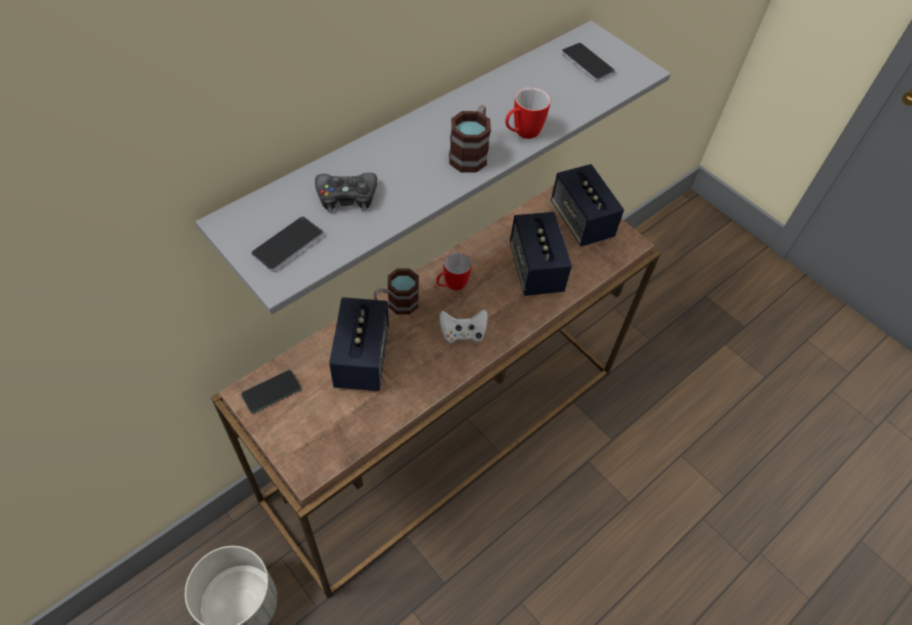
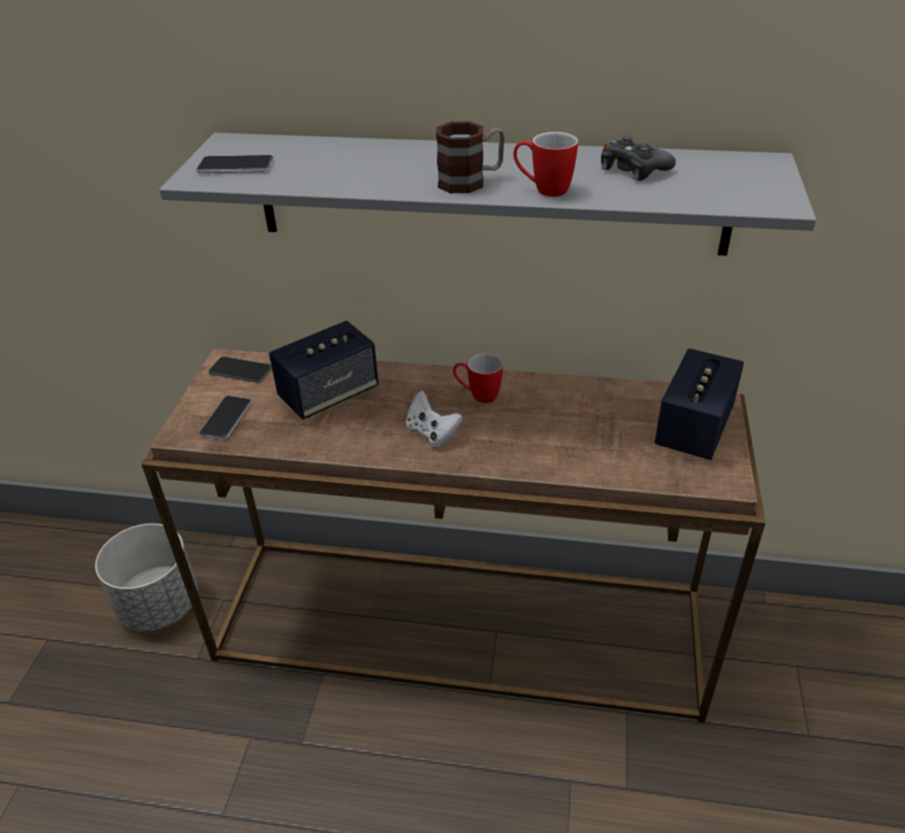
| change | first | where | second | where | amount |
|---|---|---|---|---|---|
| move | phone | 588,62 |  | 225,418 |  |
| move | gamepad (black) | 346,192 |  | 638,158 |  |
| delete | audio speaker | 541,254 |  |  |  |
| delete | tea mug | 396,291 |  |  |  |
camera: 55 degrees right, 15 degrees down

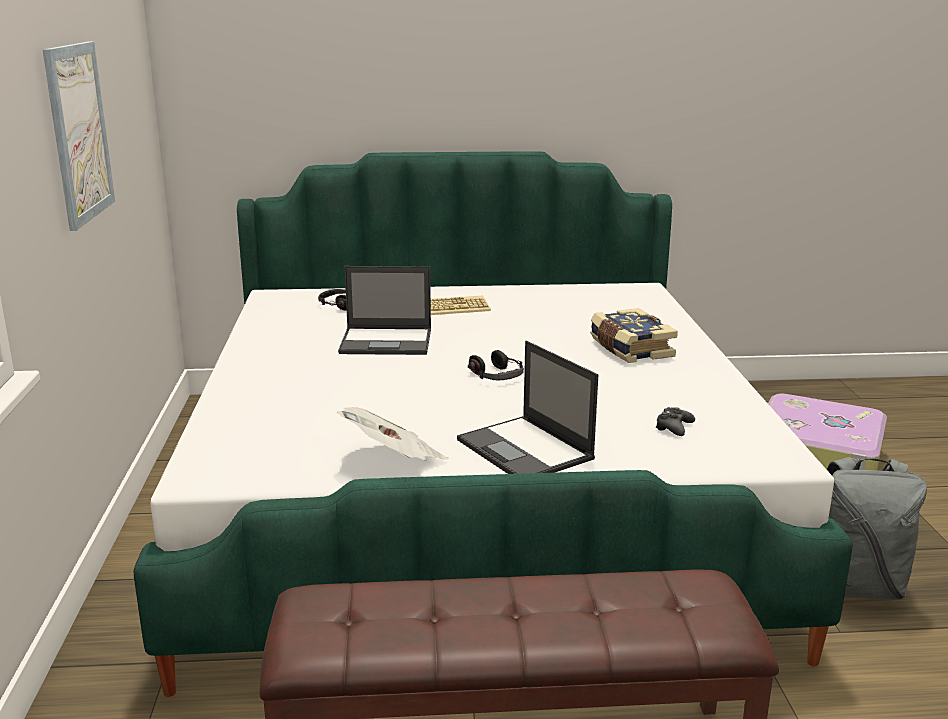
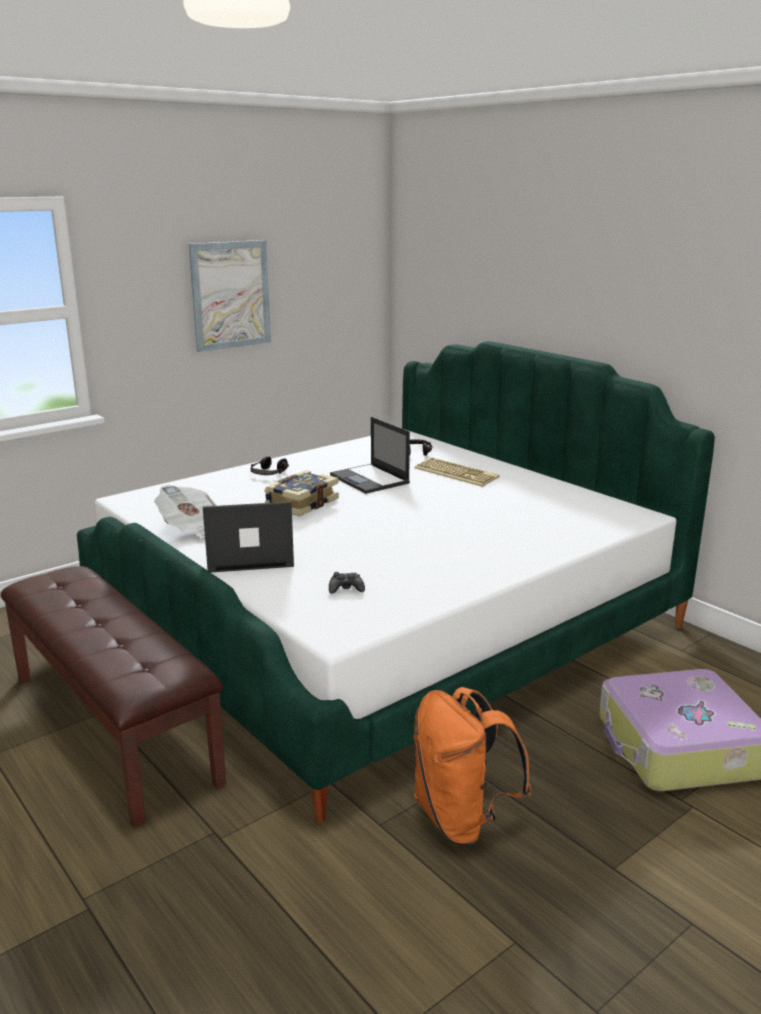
| change | first | where | second | where | amount |
|---|---|---|---|---|---|
| move | book | 634,335 |  | 301,493 |  |
| rotate | portable computer | 527,407 |  | 248,537 | 60 degrees clockwise |
| move | headphones | 496,365 |  | 270,465 |  |
| recolor | backpack (greyish) | 877,528 | backpack (orange-coloured) | 472,766 |  |
camera: 55 degrees right, 0 degrees up

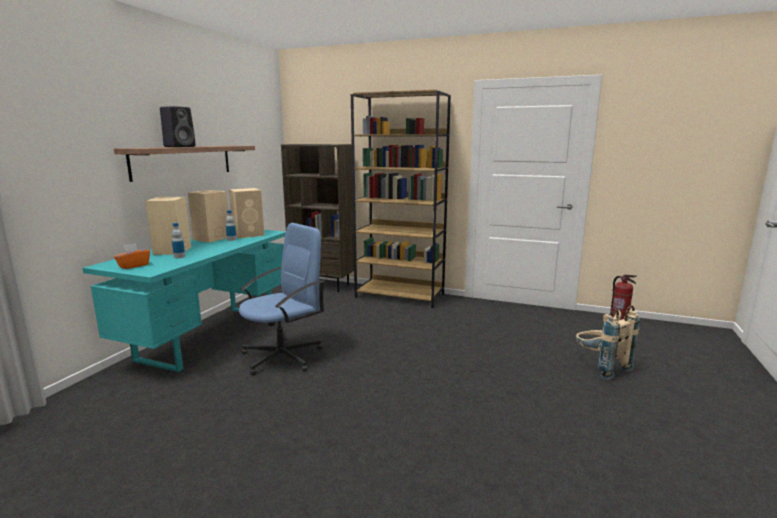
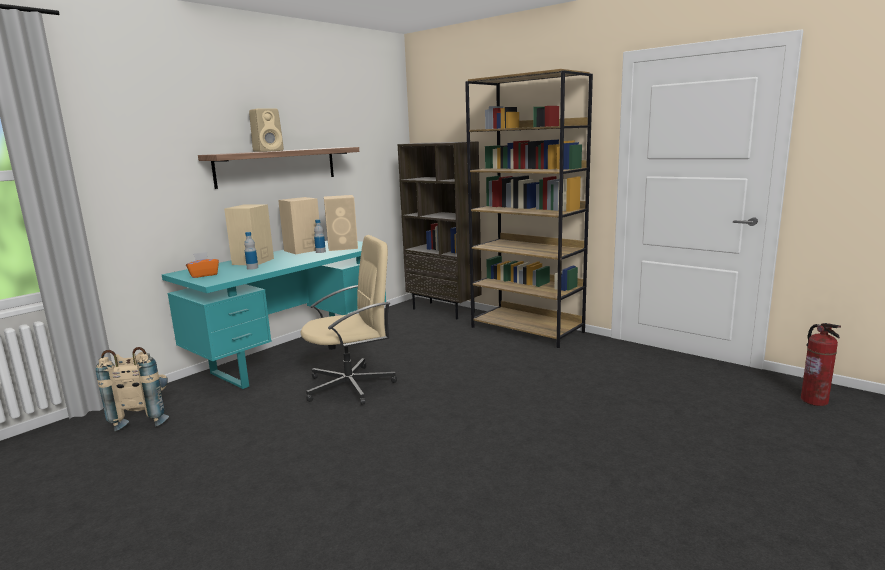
| change | first | where | second | where | amount |
|---|---|---|---|---|---|
| recolor | audio speaker (black) | 178,126 | audio speaker (sand-coloured) | 266,130 |  |
| recolor | desk chair (bluish) | 282,299 | desk chair (sand-coloured) | 348,320 |  |
| move | backpack (sand-coloured) | 607,342 |  | 132,389 |  |
camera: 20 degrees right, 0 degrees up

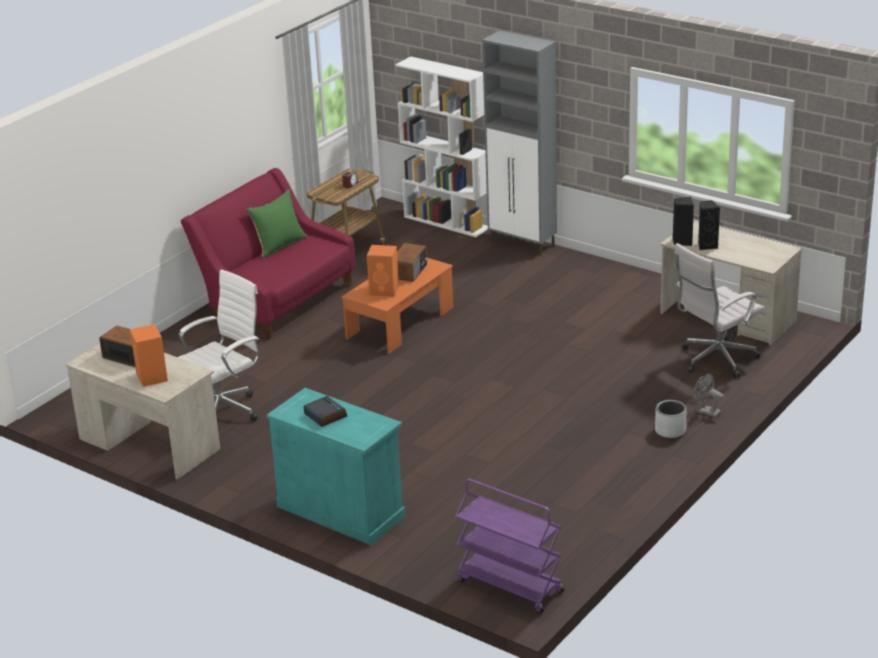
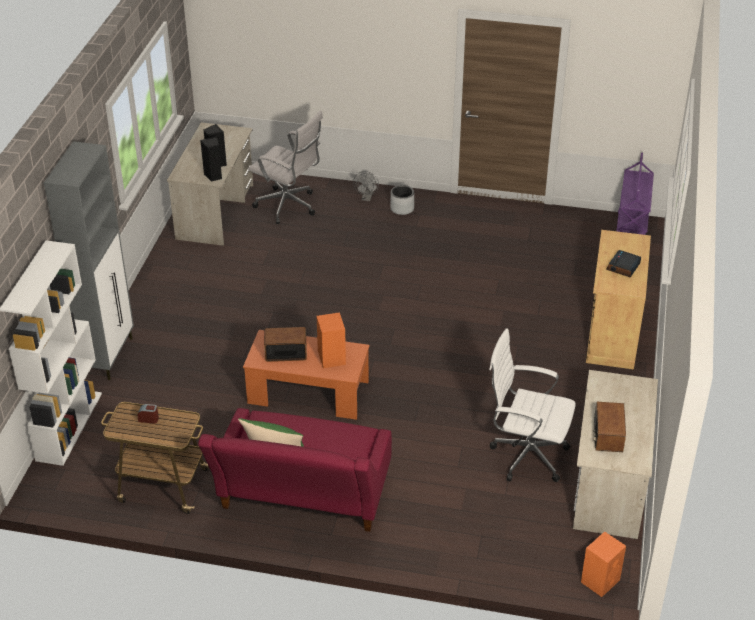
| change | first | where | second | where | amount |
|---|---|---|---|---|---|
| move | audio speaker (orange-coloured) | 149,355 |  | 603,564 |  |
| recolor | cabinet (turquoise) | 336,466 | cabinet (sand-coloured) | 618,299 |  |
camera: 115 degrees left, 10 degrees up

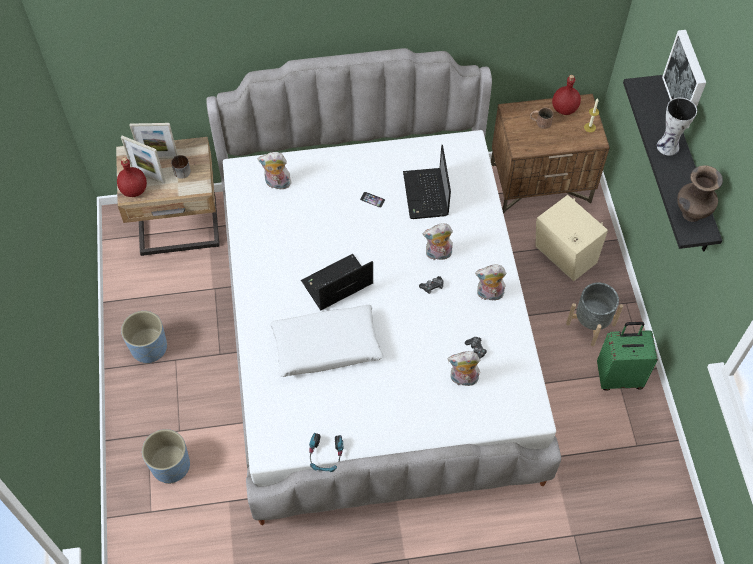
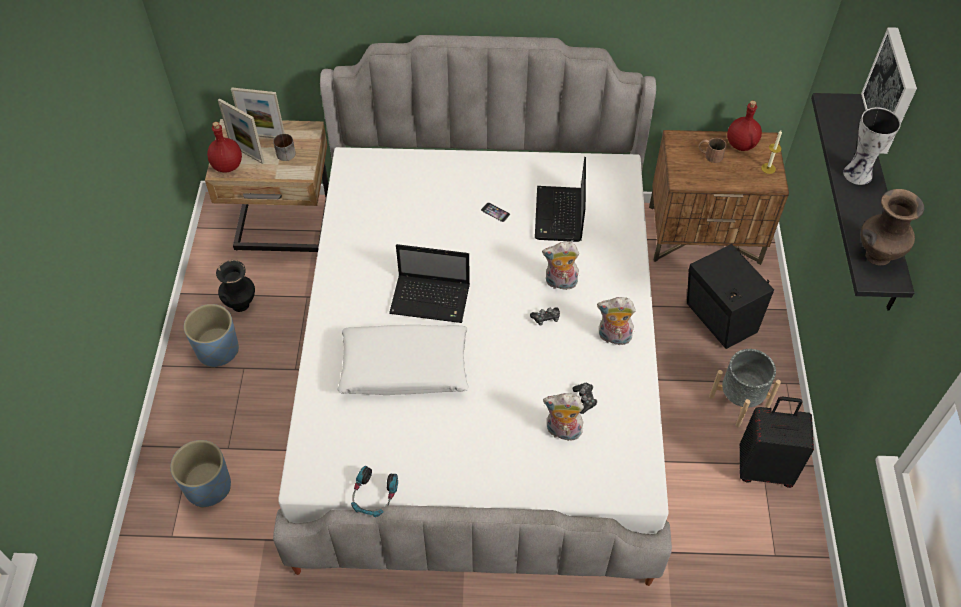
| change | first | where | second | where | amount |
|---|---|---|---|---|---|
| delete | plush toy | 274,170 |  |  |  |
| recolor | audio speaker (sand-coloured) | 571,238 | audio speaker (black) | 730,296 |  |
| rotate | portable computer | 337,282 |  | 429,283 | 150 degrees counterclockwise |
| recolor | piece of luggage (green) | 627,356 | piece of luggage (black) | 777,442 |  |
| insert |  |  | flower vase (black) | 235,286 |  |
camera: 10 degrees right, 5 degrees down

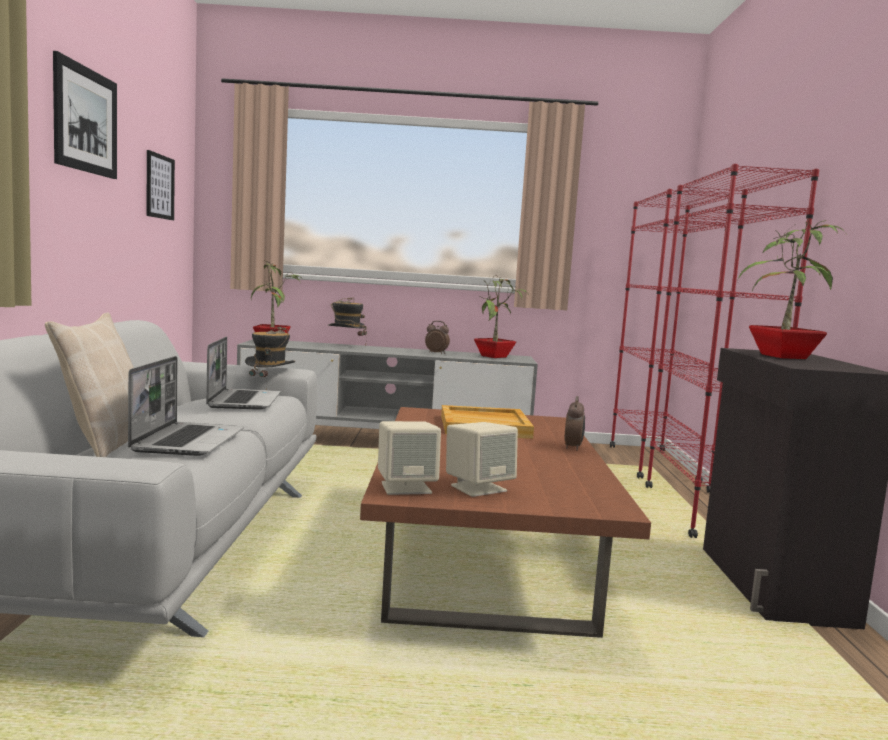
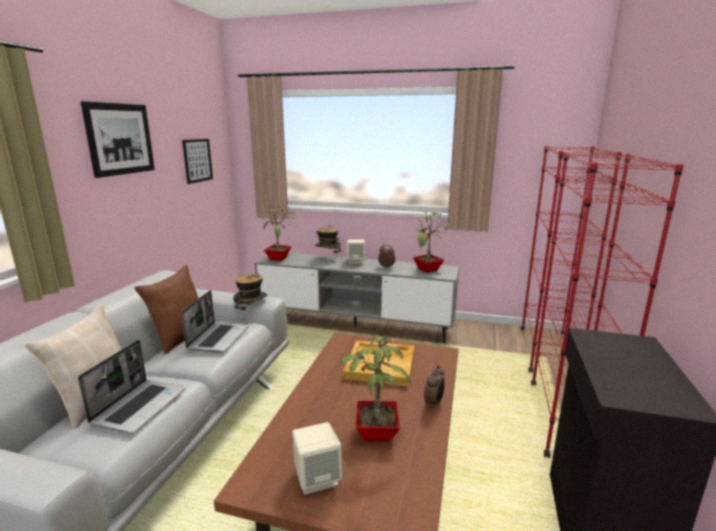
| change | first | where | second | where | amount |
|---|---|---|---|---|---|
| move | potted plant | 792,289 |  | 375,384 |  |
| move | audio speaker (sand-coloured) | 409,458 |  | 356,251 |  |
| insert |  |  | cushion (brown) | 166,309 |  |
camera: 15 degrees right, 10 degrees up

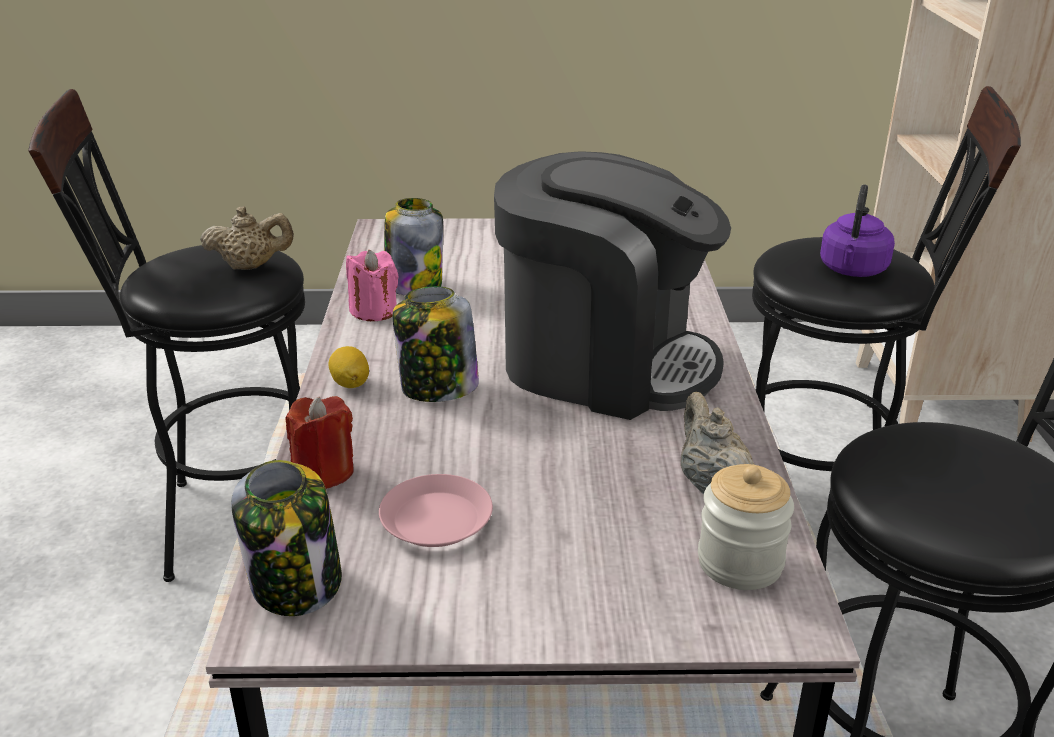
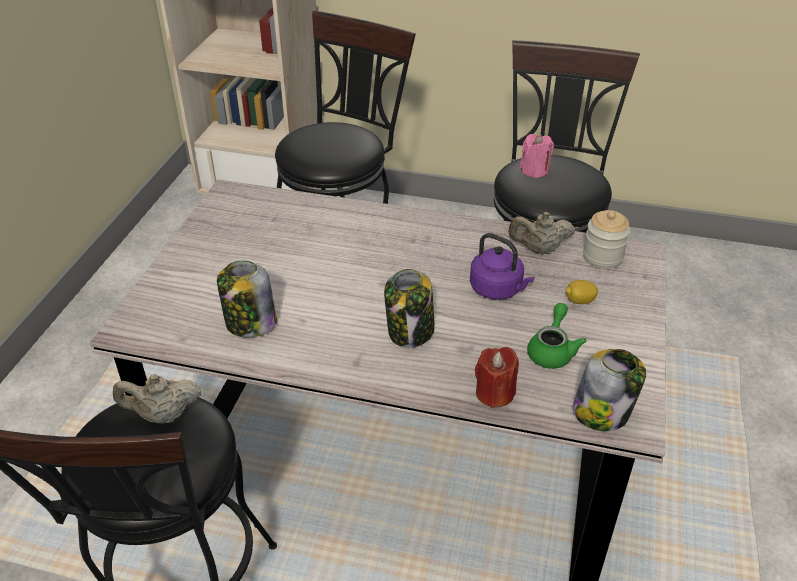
| change | first | where | second | where | amount |
|---|---|---|---|---|---|
| delete | coffee brewer | 612,285 |  |  |  |
| move | tea kettle (purplish) | 857,230 |  | 502,266 |  |
| rotate | tea pot (sand-coloured) | 247,238 |  | 157,399 | 105 degrees counterclockwise |
| move | wax light (pink) | 372,285 |  | 537,156 |  |
| move | whole lemon | 348,367 |  | 582,292 |  |
| replace | flat dish (pink) | 436,510 | tea pot (green) | 556,336 |  |
camera: 75 degrees left, 10 degrees up

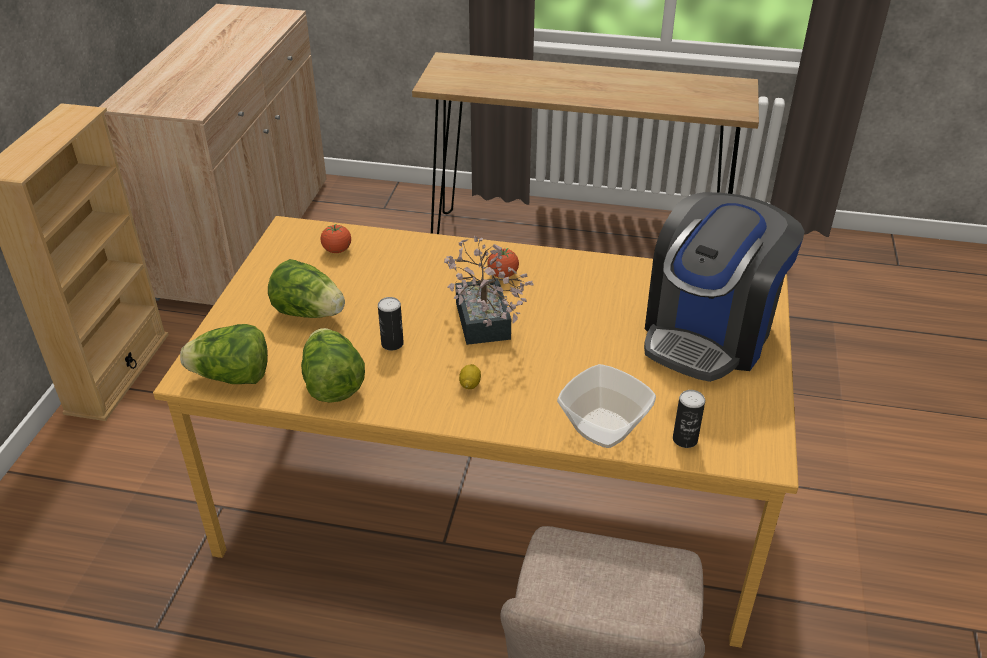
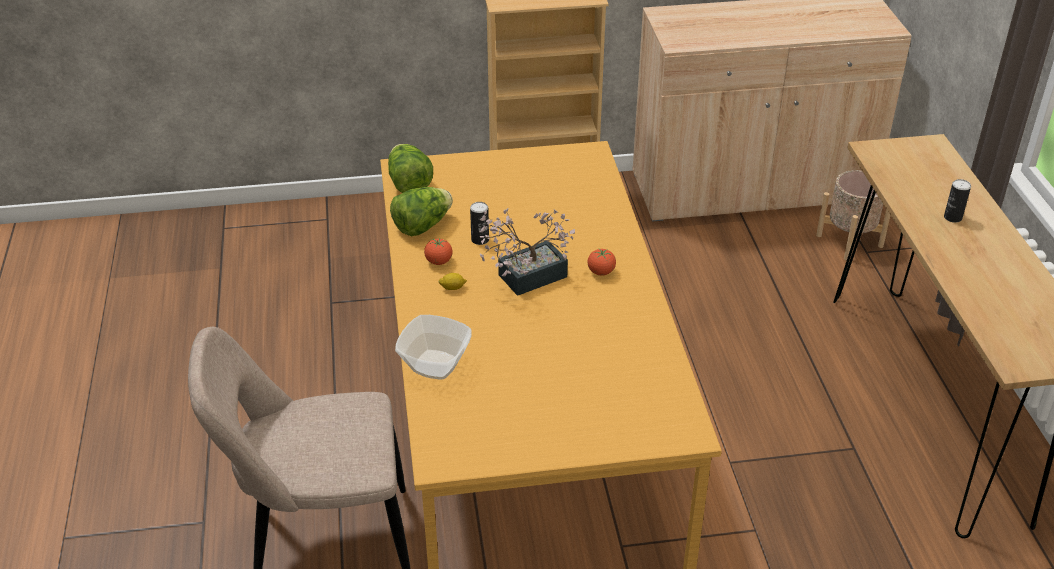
| change | first | where | second | where | amount |
|---|---|---|---|---|---|
| delete | coffee brewer | 724,287 |  |  |  |
| move | whole tomato | 336,238 |  | 438,251 |  |
| delete | lettuce head | 306,288 |  |  |  |
| move | metal can | 689,419 |  | 957,201 |  |
| insert |  |  | planter (sand-coloured) | 853,215 |  |
camera: 70 degrees right, 0 degrees up

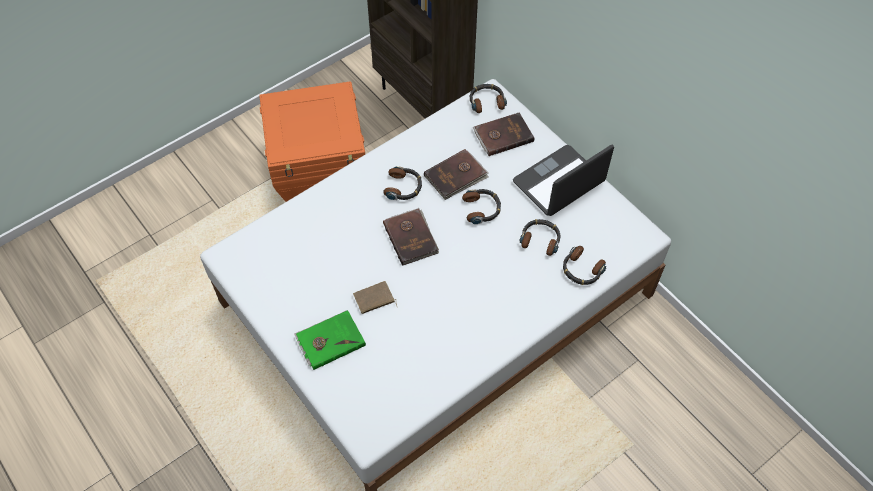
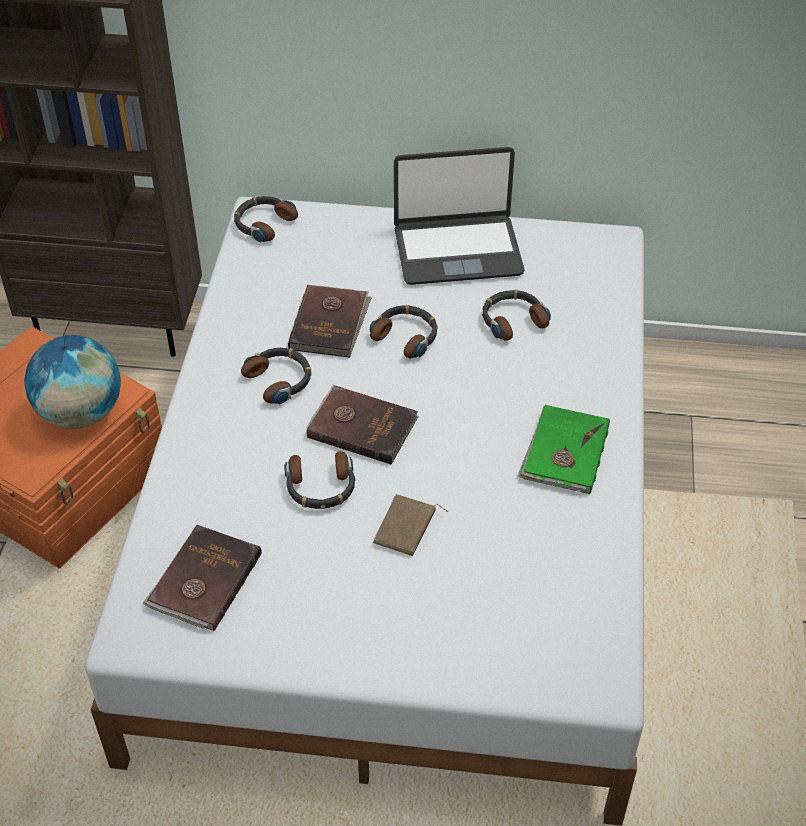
| change | first | where | second | where | amount |
|---|---|---|---|---|---|
| move | book (brown) | 503,134 |  | 202,578 |  |
| rotate | portable computer | 563,180 |  | 459,216 | 105 degrees counterclockwise |
| move | headphones | 584,265 |  | 319,480 |  |
| move | book (green) | 330,340 |  | 564,449 |  |
| insert |  |  | world globe | 72,382 |  |
camera: 45 degrees left, 10 degrees down

